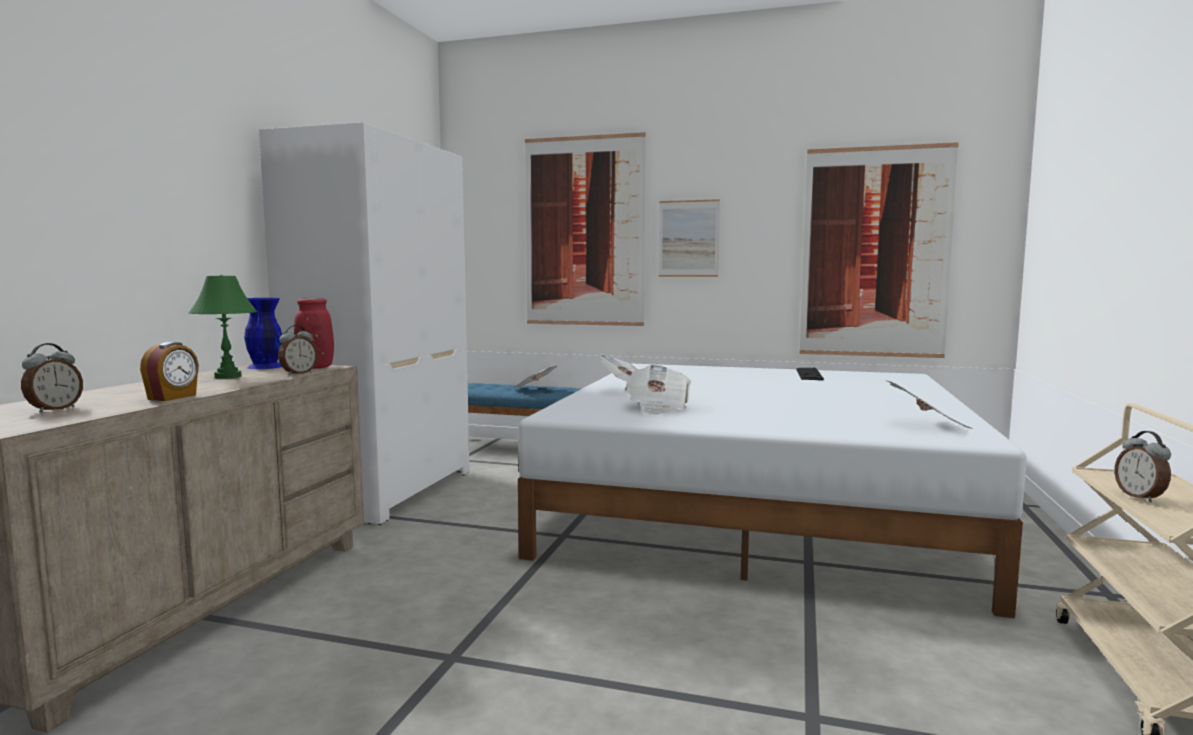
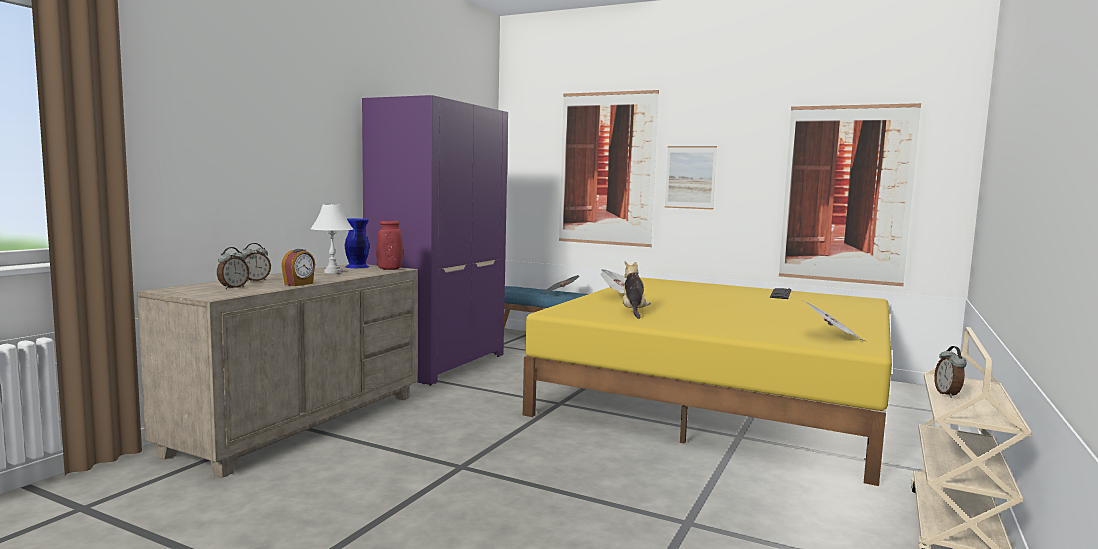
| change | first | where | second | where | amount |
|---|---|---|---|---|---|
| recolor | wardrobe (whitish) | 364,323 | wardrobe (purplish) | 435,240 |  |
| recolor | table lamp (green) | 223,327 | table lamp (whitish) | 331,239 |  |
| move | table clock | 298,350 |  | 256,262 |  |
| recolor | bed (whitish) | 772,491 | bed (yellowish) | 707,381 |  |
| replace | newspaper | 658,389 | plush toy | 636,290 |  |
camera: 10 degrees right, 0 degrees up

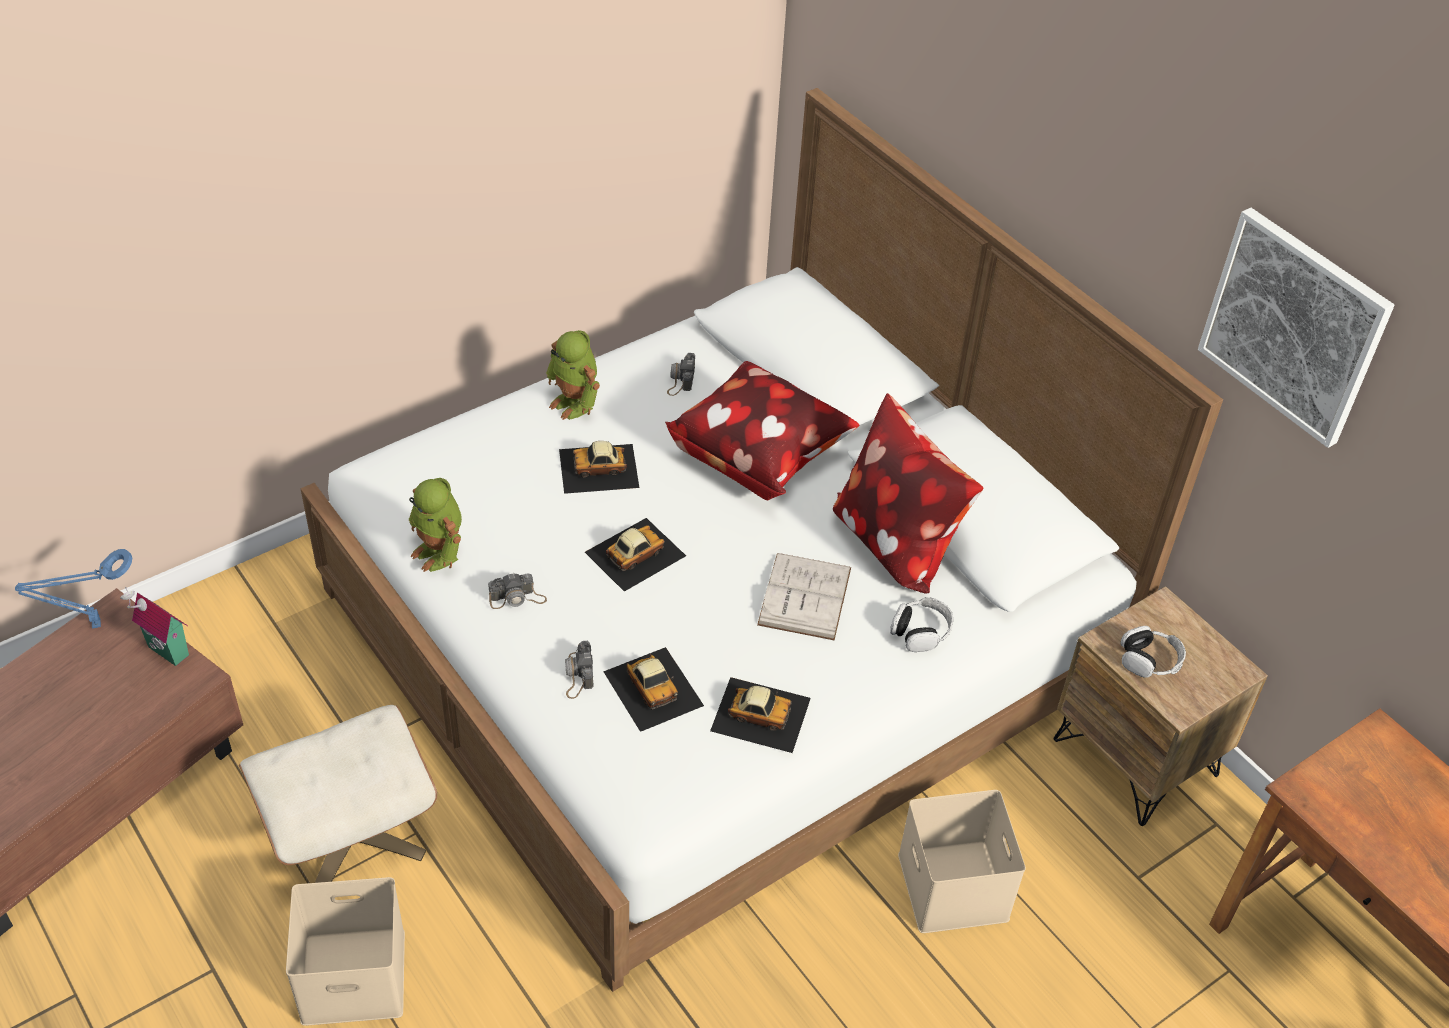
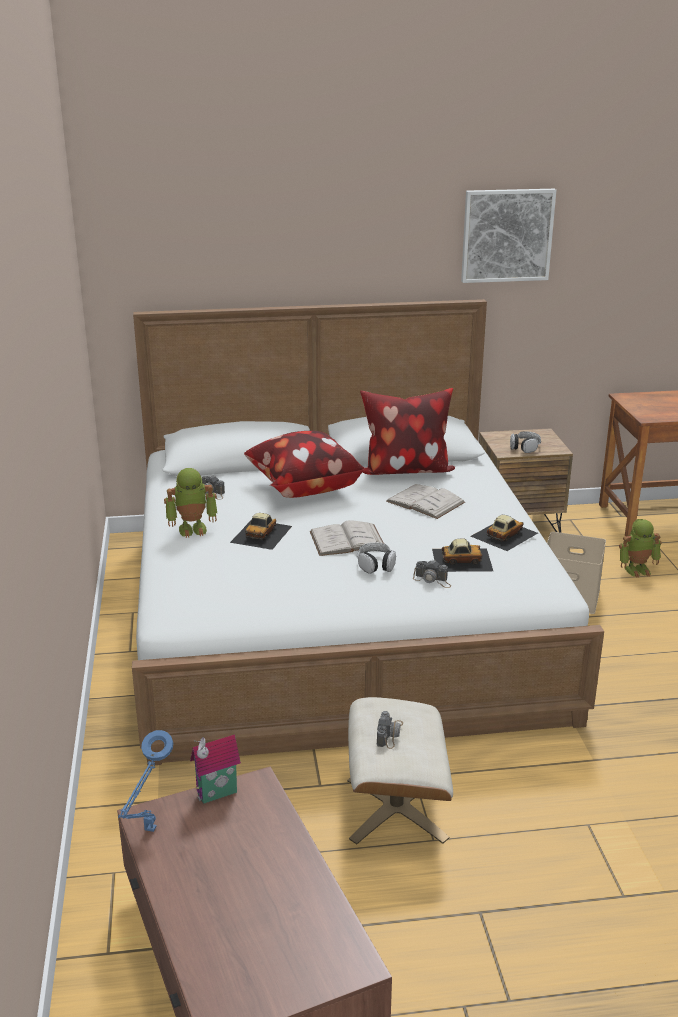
| change | first | where | second | where | amount |
|---|---|---|---|---|---|
| move | model robot | 435,525 |  | 640,548 |  |
| replace | model car | 635,555 | book (whitish) | 347,538 |  |
| move | still camera | 517,591 |  | 390,730 |  |
| move | headphones | 921,624 |  | 376,558 |  |
| delete | storage box (sand-coloured) | 345,951 |  |  |  |
camera: 60 degrees left, 20 degrees down

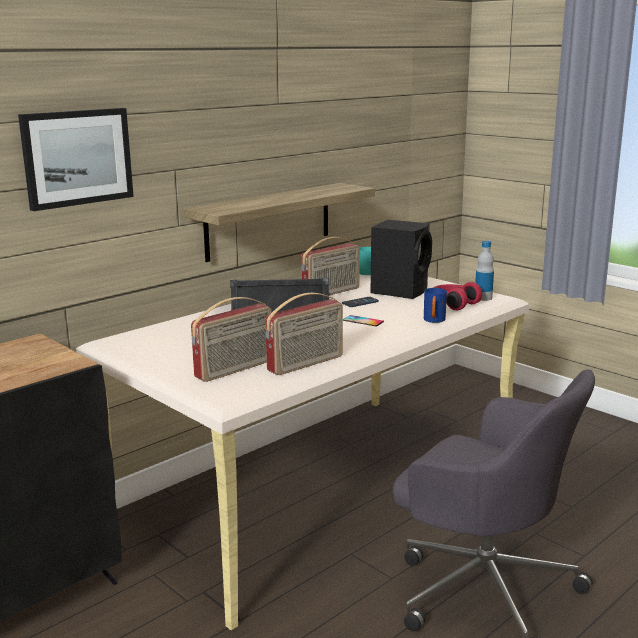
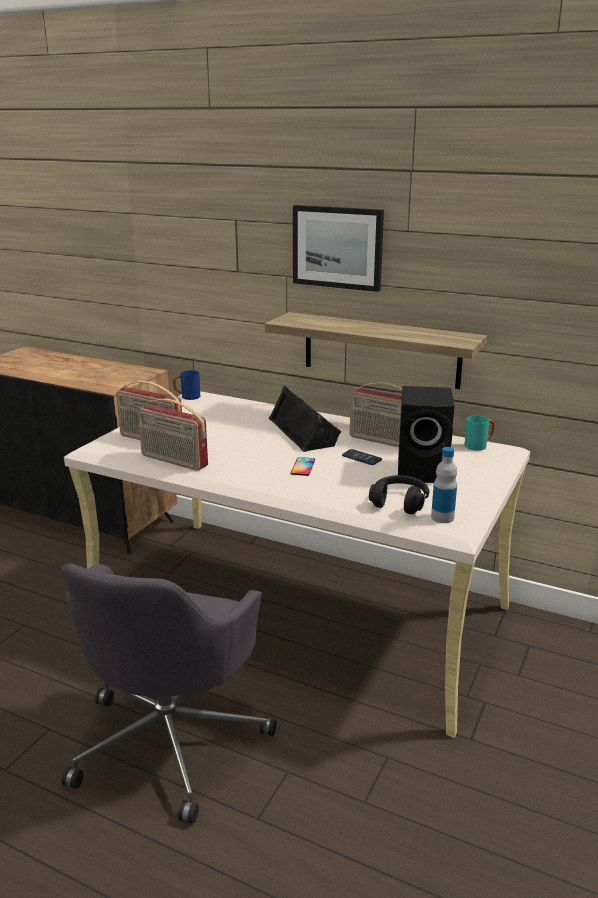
| change | first | where | second | where | amount |
|---|---|---|---|---|---|
| move | wall picture | 76,159 |  | 338,248 |  |
| recolor | headphones (red-coloured) | 457,296 | headphones (black) | 399,494 |  |
| move | tea mug (bluish) | 435,305 |  | 186,385 |  |
camera: 70 degrees right, 5 degrees up

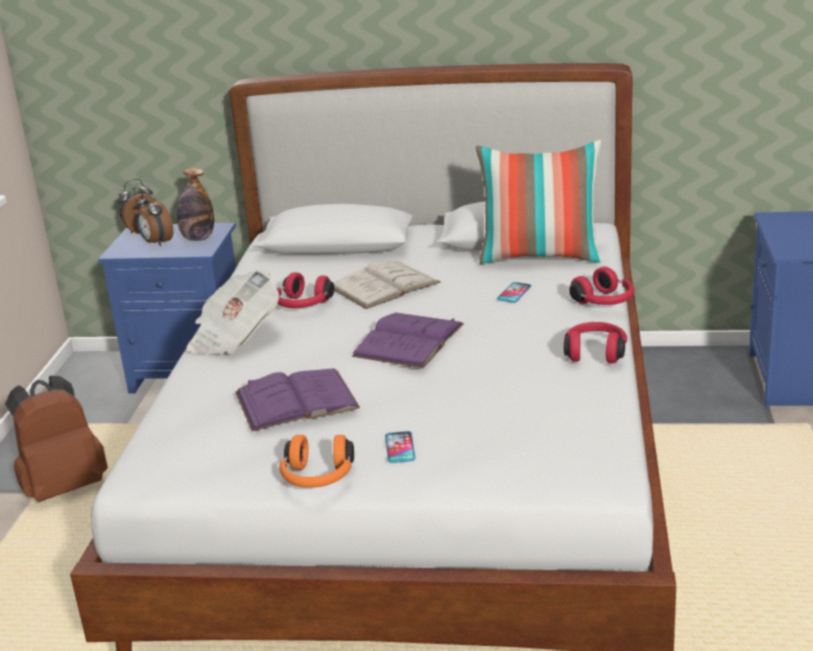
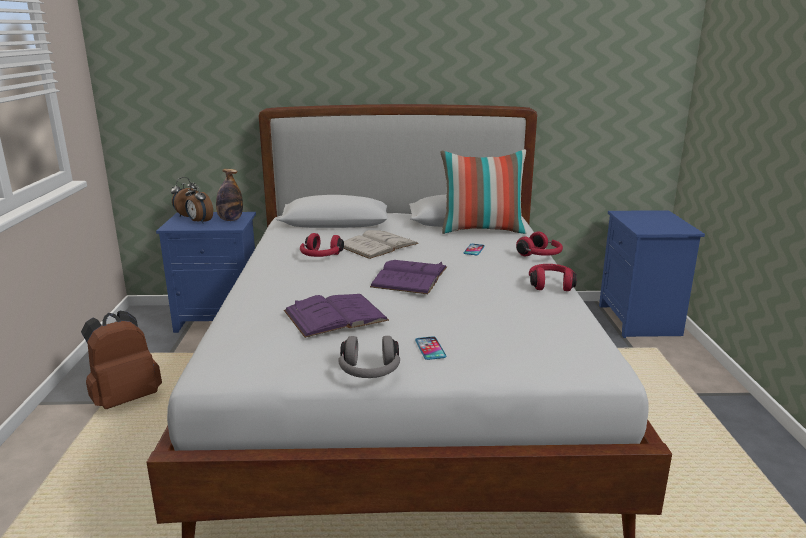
| change | first | where | second | where | amount |
|---|---|---|---|---|---|
| delete | newspaper | 233,312 |  |  |  |
| recolor | headphones (orange-coloured) | 316,461 | headphones (greyish) | 369,357 |  |
camera: 10 degrees left, 5 degrees down

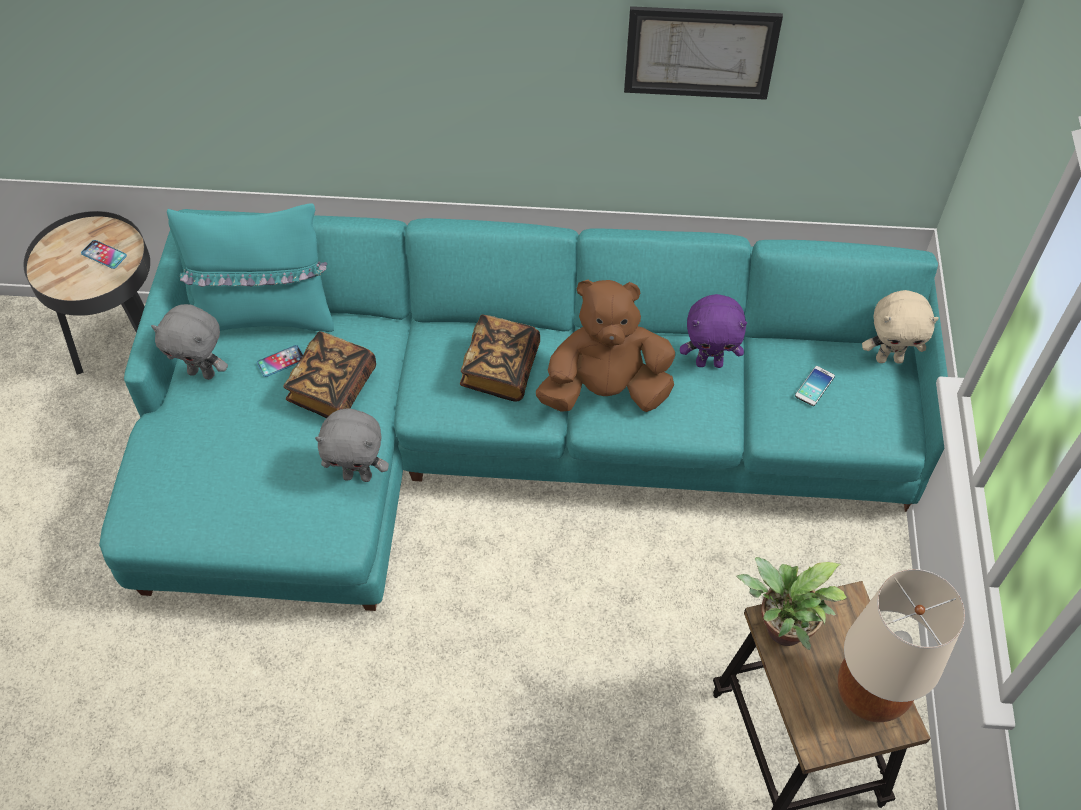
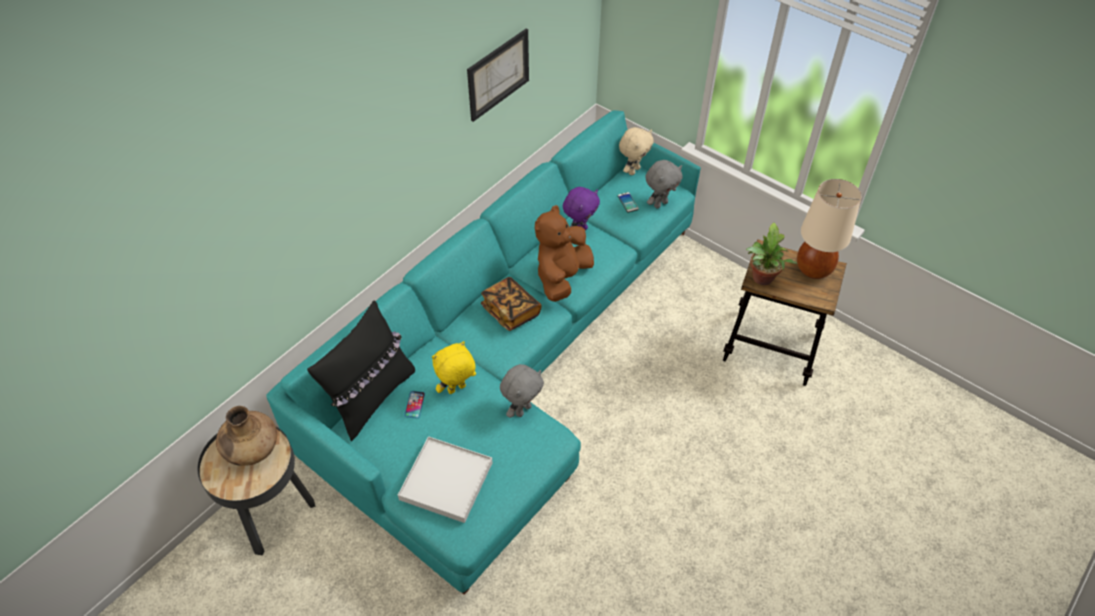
| change | first | where | second | where | amount |
|---|---|---|---|---|---|
| recolor | cushion (turquoise) | 250,267 | cushion (black) | 361,370 |  |
| replace | phone | 104,254 | flower vase (brown) | 246,436 |  |
| move | plush toy (greyish) | 189,342 |  | 664,184 |  |
| replace | book | 329,374 | plush toy (yellowish) | 454,367 |  |
| insert |  |  | tray (whitish) | 445,479 |  |
camera: 55 degrees left, 5 degrees down

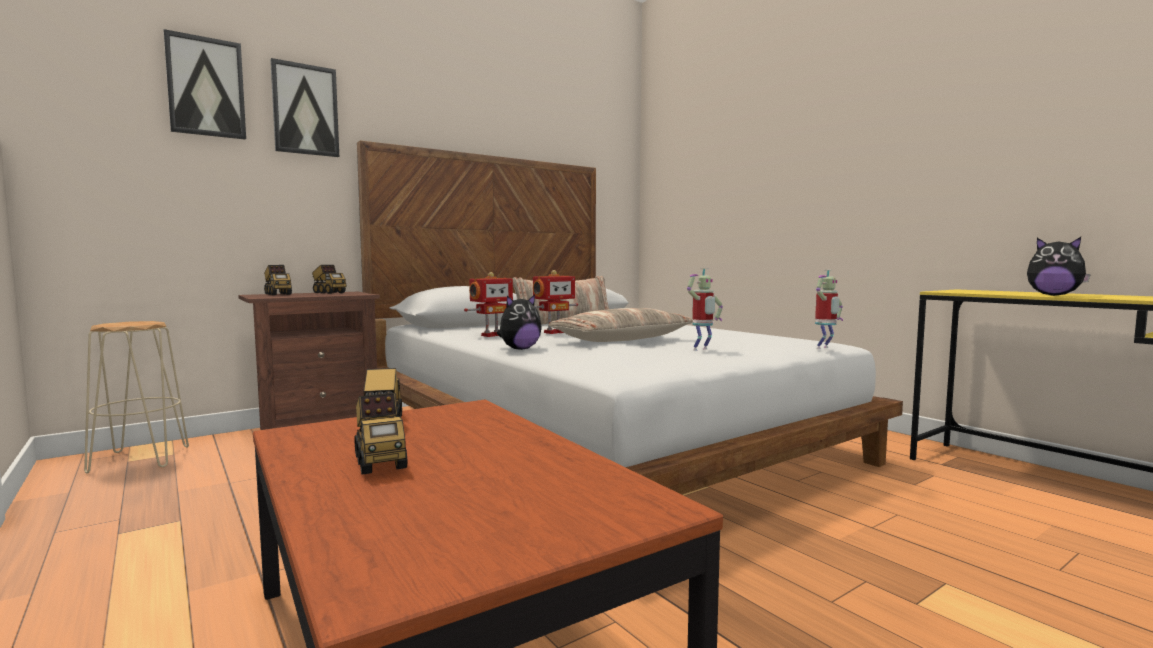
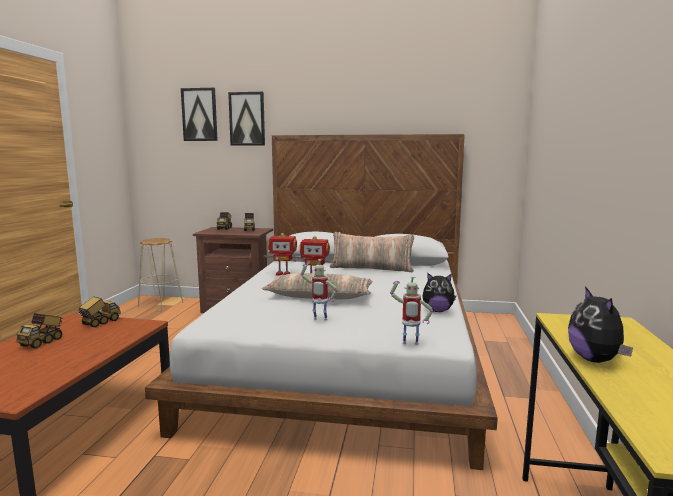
| change | first | where | second | where | amount |
|---|---|---|---|---|---|
| move | plush toy | 519,322 |  | 439,292 |  |
camera: 45 degrees right, 5 degrees up

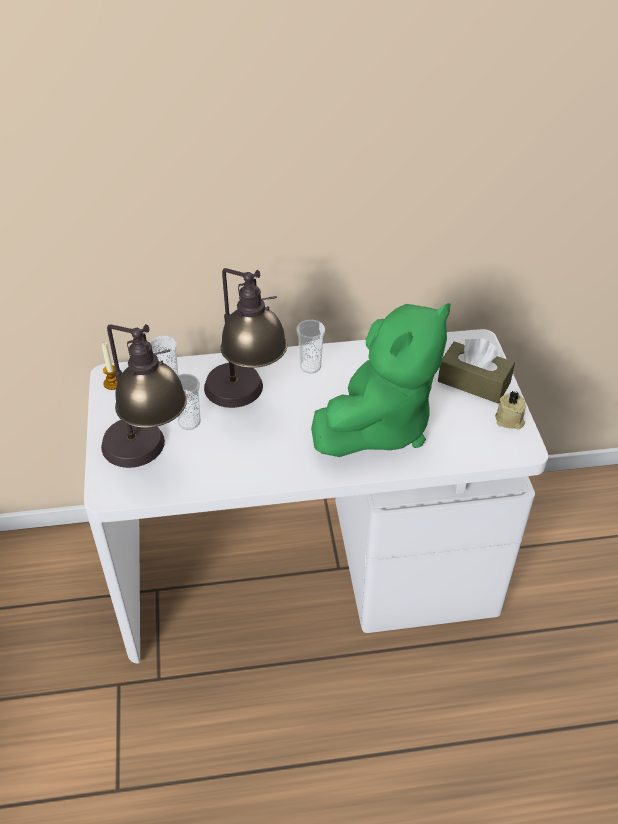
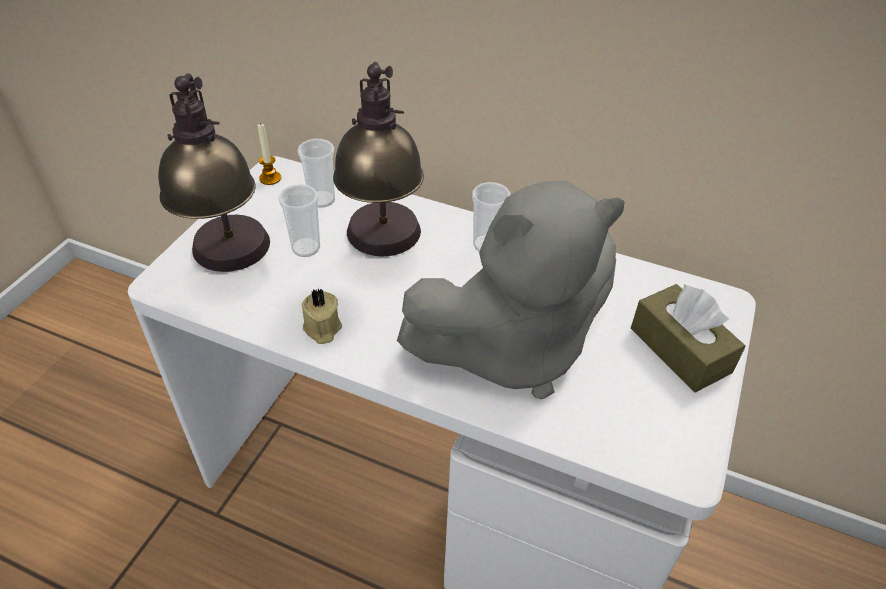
| change | first | where | second | where | amount |
|---|---|---|---|---|---|
| recolor | plush toy (green) | 380,380 | plush toy (greyish) | 511,290 |  |
| move | wax light (sand-coloured) | 510,410 |  | 322,316 |  |
camera: 30 degrees right, 0 degrees up

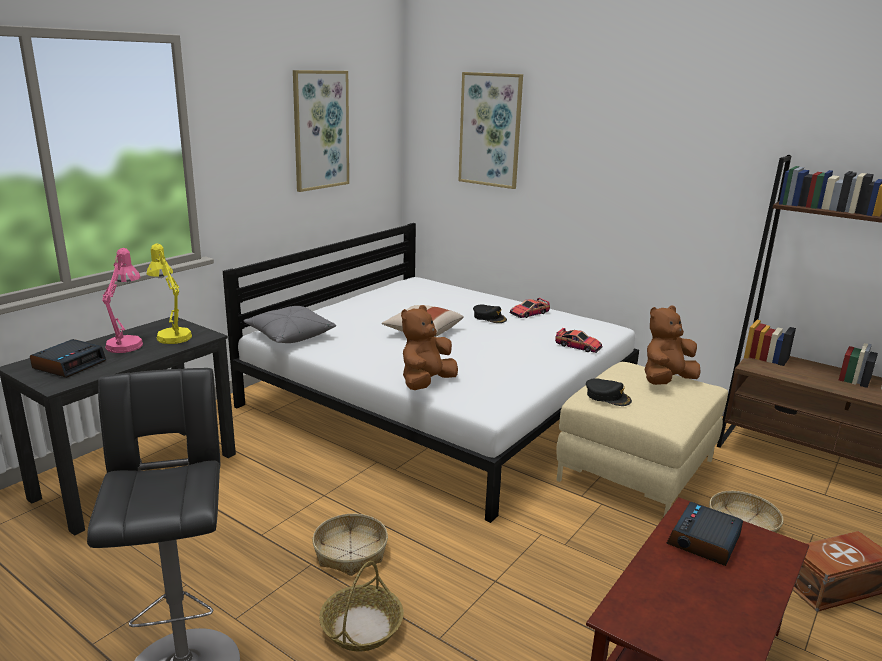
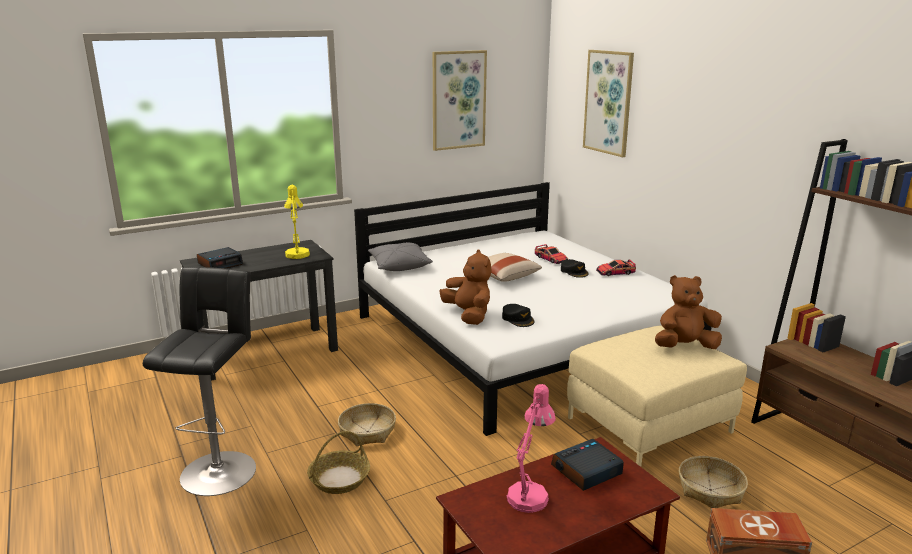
| change | first | where | second | where | amount |
|---|---|---|---|---|---|
| move | table lamp (pink) | 122,300 |  | 531,448 |  |
| rotate | plush toy (brown) | 429,347 |  | 465,287 | 90 degrees clockwise |
| move | model car | 579,340 |  | 551,254 |  |
| move | cap (black) | 609,392 |  | 518,315 |  |
camera: 25 degrees right, 0 degrees up

